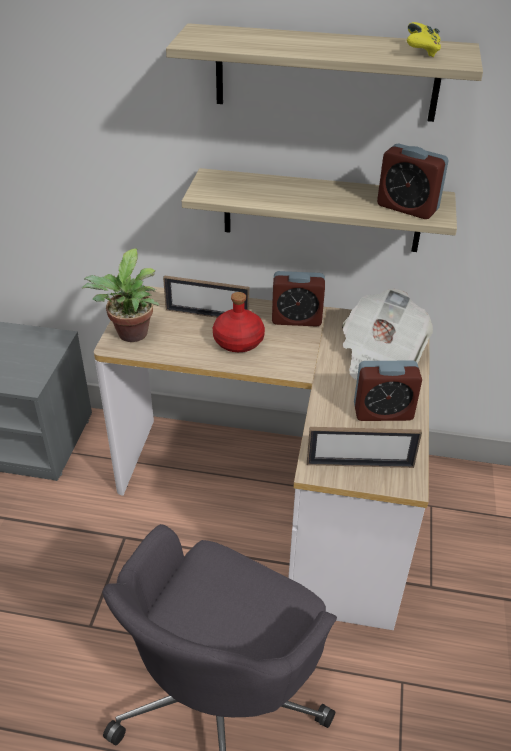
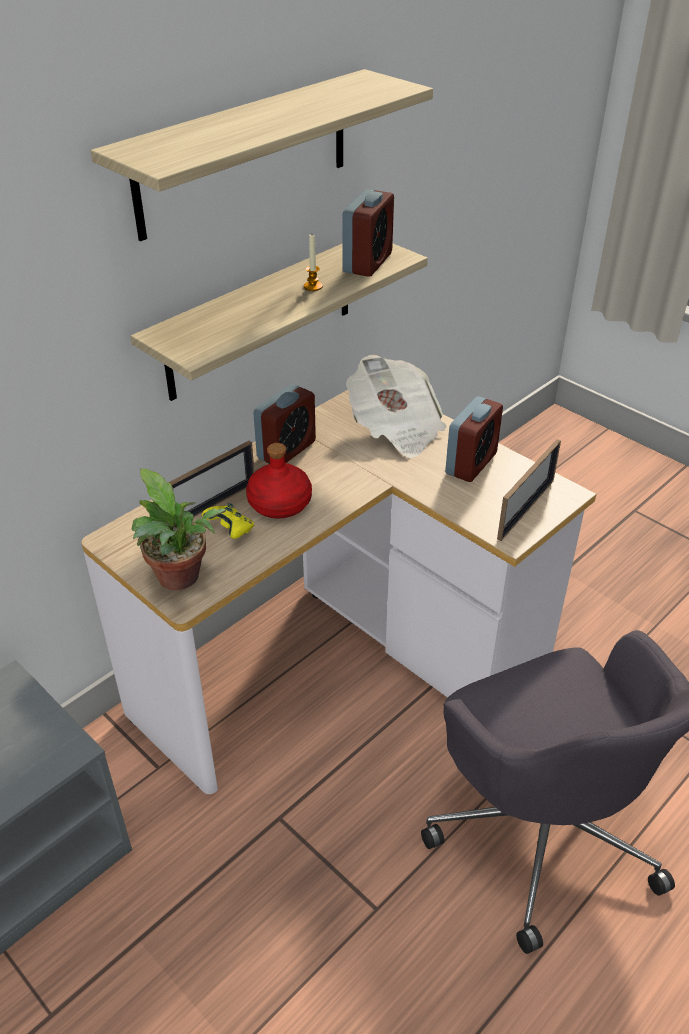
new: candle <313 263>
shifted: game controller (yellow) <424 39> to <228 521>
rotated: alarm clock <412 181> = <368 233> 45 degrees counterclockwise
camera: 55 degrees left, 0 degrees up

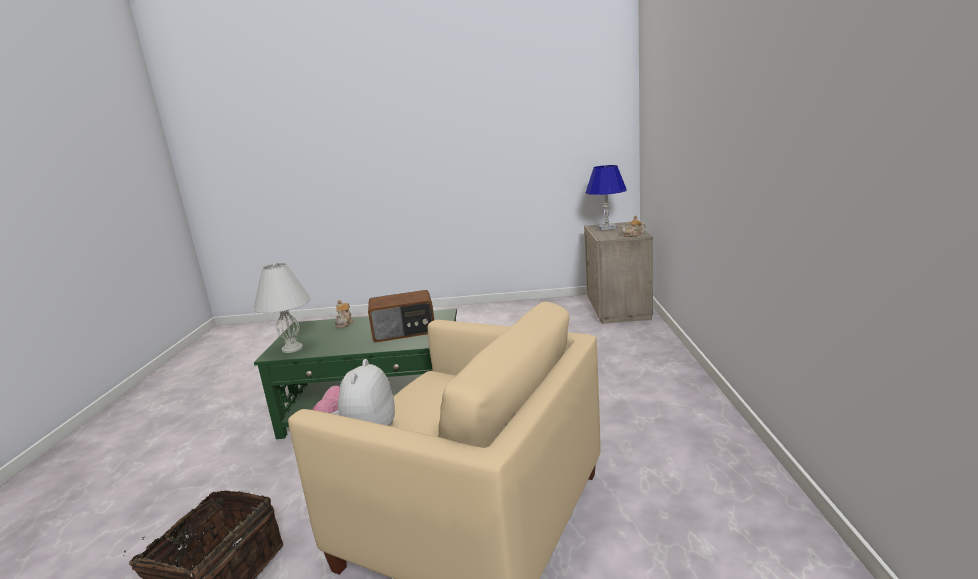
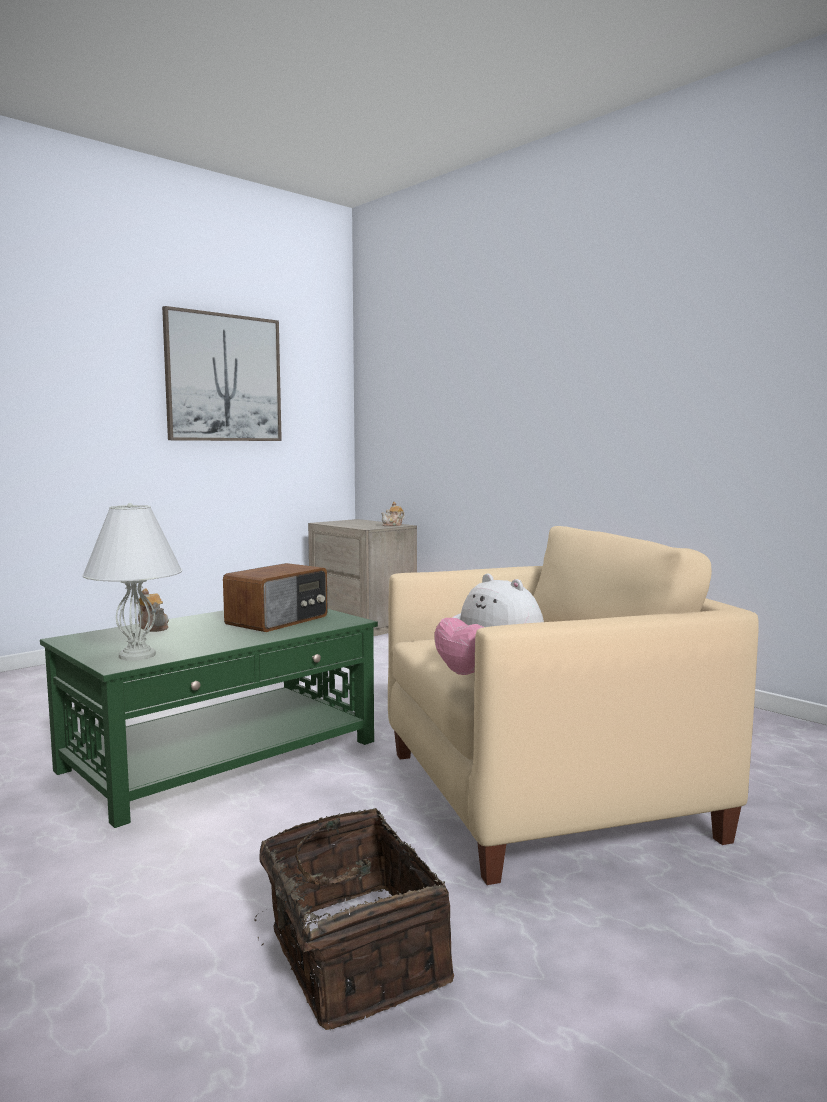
gone: table lamp (blue) <606 197>
new: picture <222 373>
camera: 45 degrees left, 10 degrees down

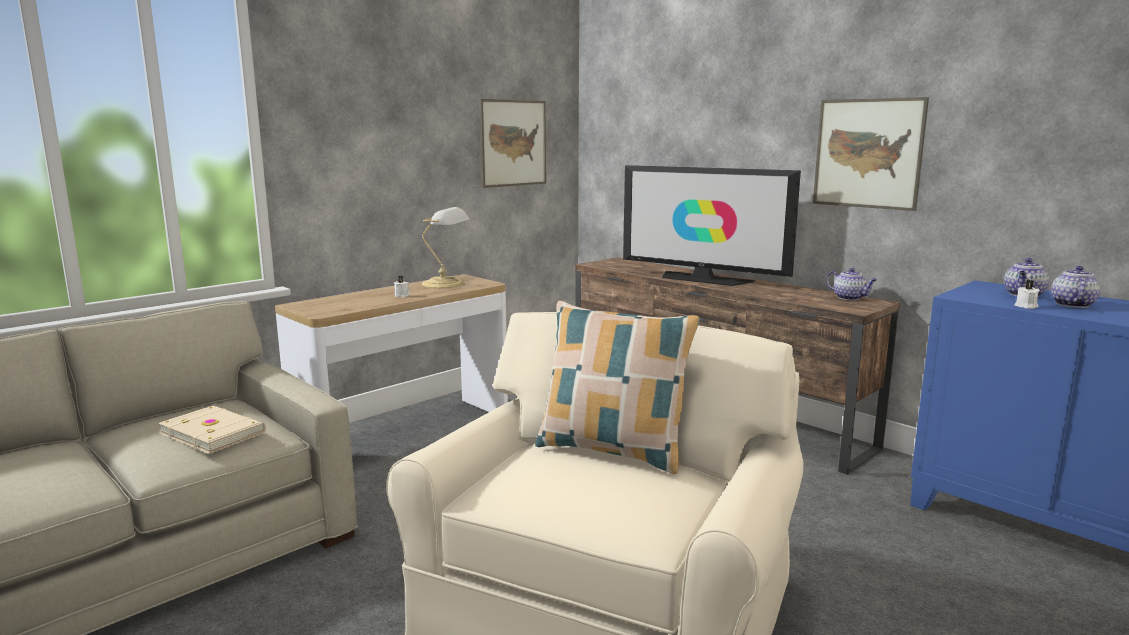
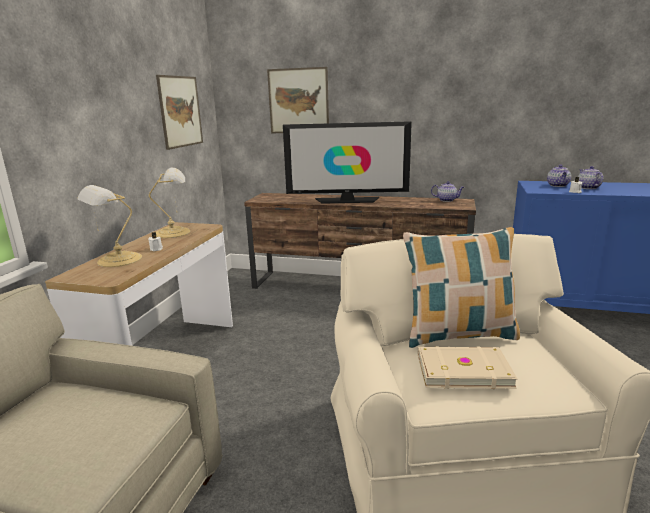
new: table lamp <109 226>
shifted: book (beige) <212 430> to <467 367>; picture <871 154> to <298 100>
camera: 30 degrees left, 5 degrees up

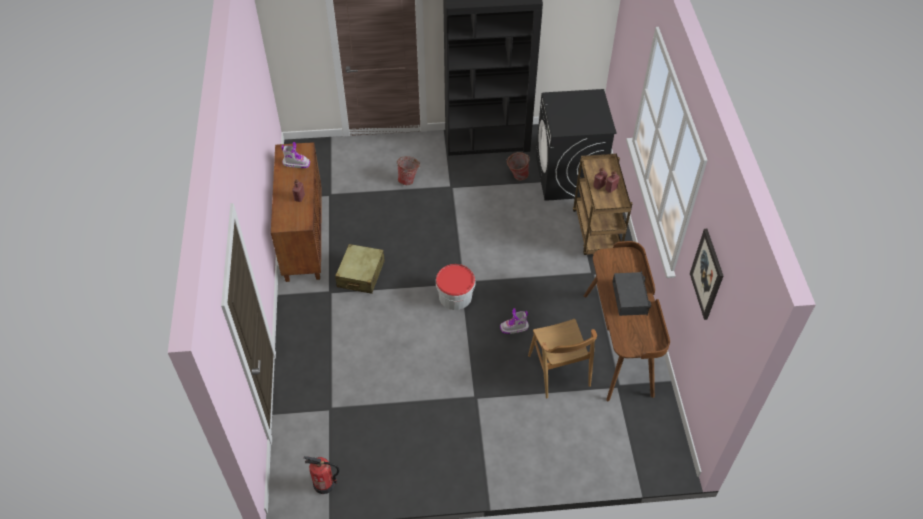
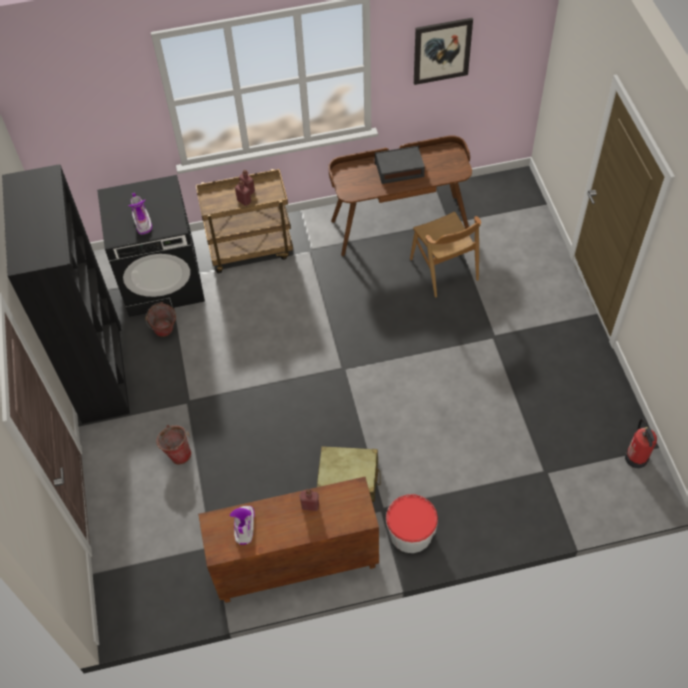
shifted: bucket <455 287> to <412 523>; boot <514 321> to <140 214>
rotated: chair (brown) <562 358> = <445 255> 90 degrees clockwise
camera: 95 degrees left, 5 degrees up

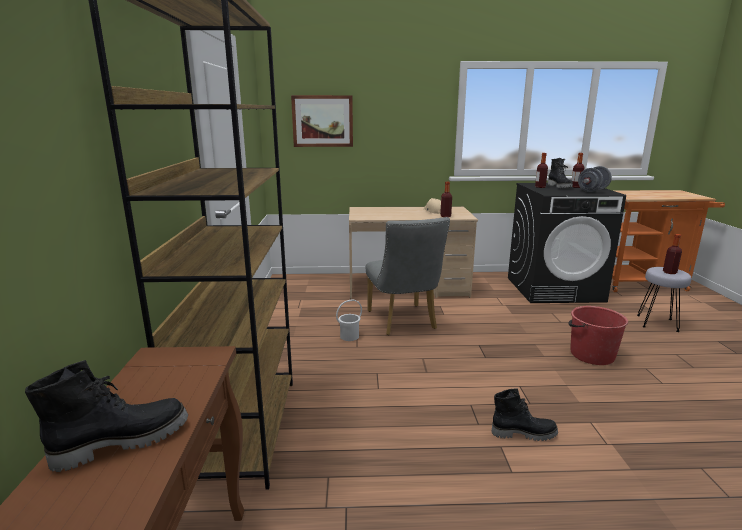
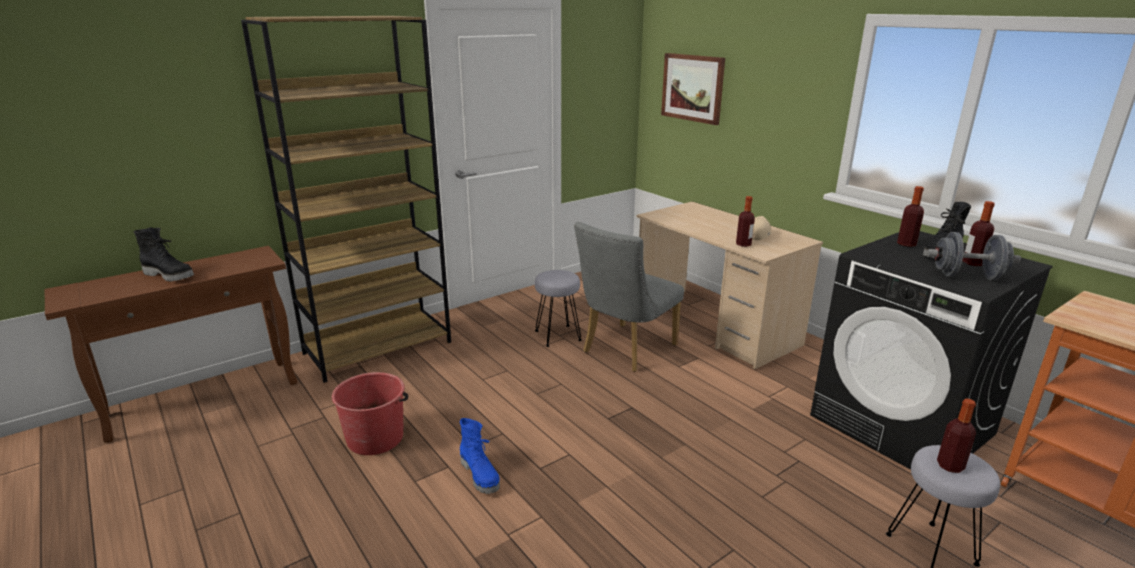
shifted: bucket (red) <598 335> to <370 413>
swapped: bucket (white) <349 320> to stool (grey) <558 308>
repainted: boot (black) <525 415> to boot (blue) <480 456>
camera: 55 degrees right, 5 degrees up

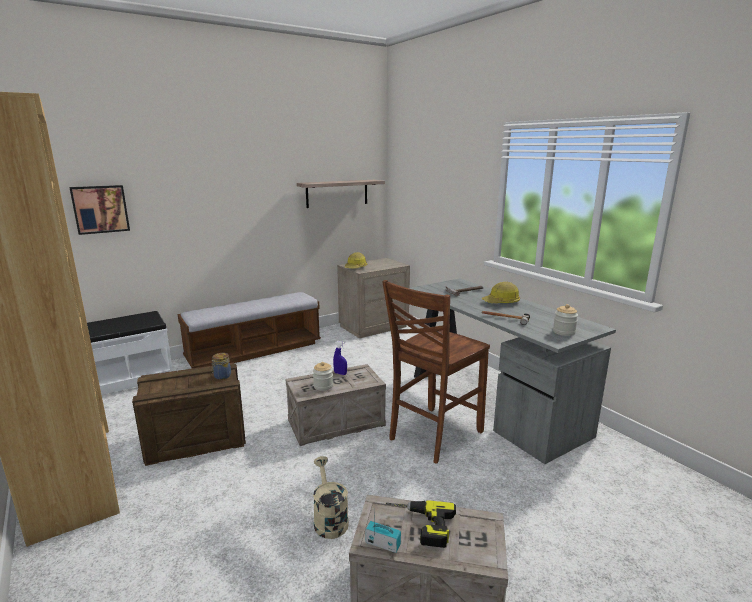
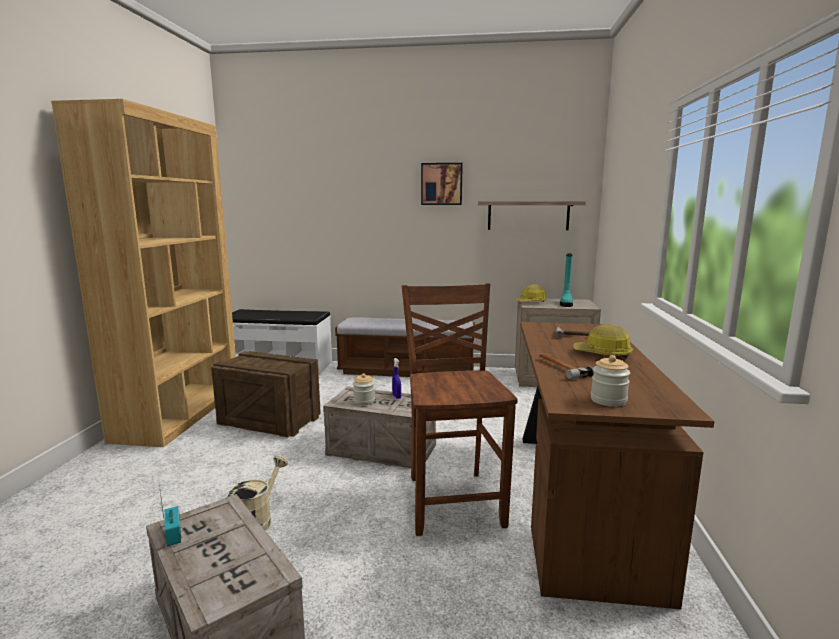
gone: jar <221 366>; power drill <421 524>
new: boot (turquoise) <566 280>
shifted: picture <99 210> to <442 184>
repainted: desk (grey) <512 371> to desk (brown) <617 465>
rotated: chair (brown) <436 372> = <460 409> 90 degrees clockwise
camera: 40 degrees right, 5 degrees down

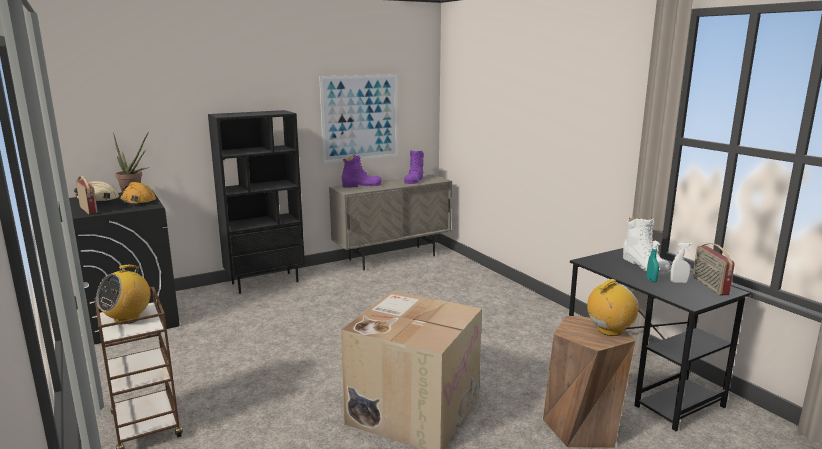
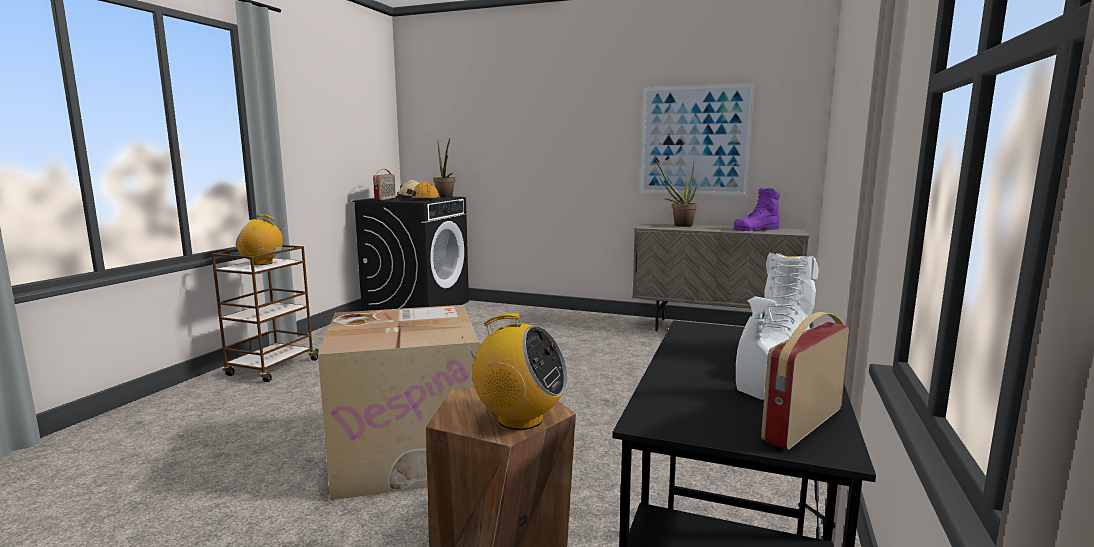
gone: bookcase (black) <256 202>; spray bottle (turquoise) <653 261>
swapped: boot (purple) <362 171> to potted plant <676 193>
camera: 50 degrees right, 5 degrees down

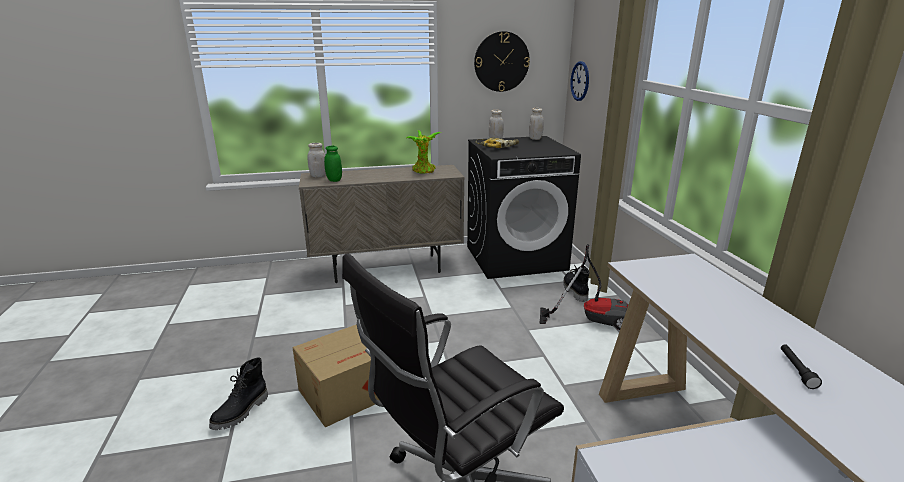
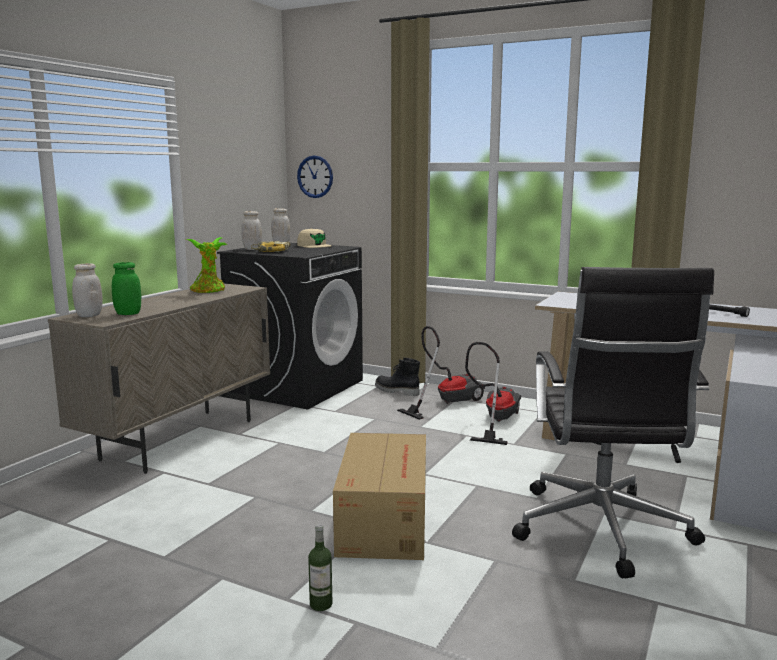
gone: wall clock <502 61>
new: cap (beige) <314 238>; vacuum cleaner <493 393>
swapped: boot (black) <238 393> to bottle <320 567>
camera: 50 degrees left, 10 degrees down

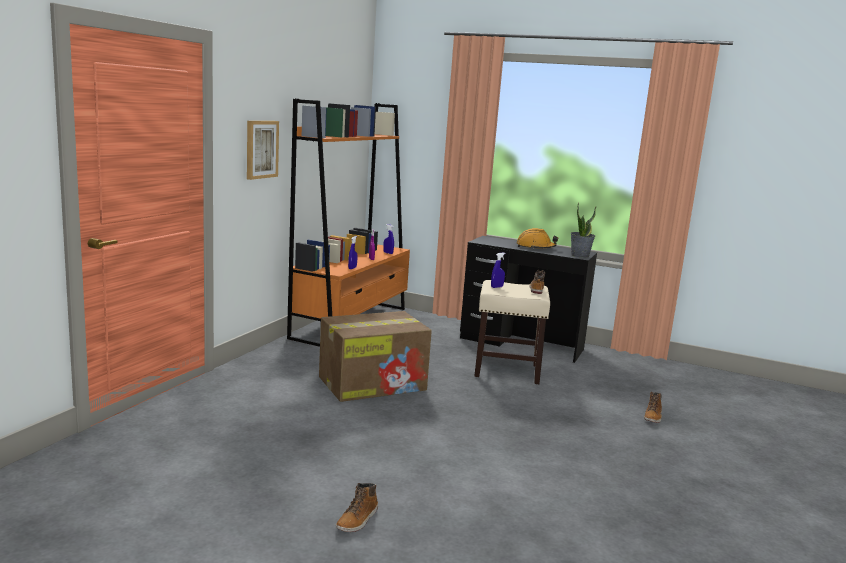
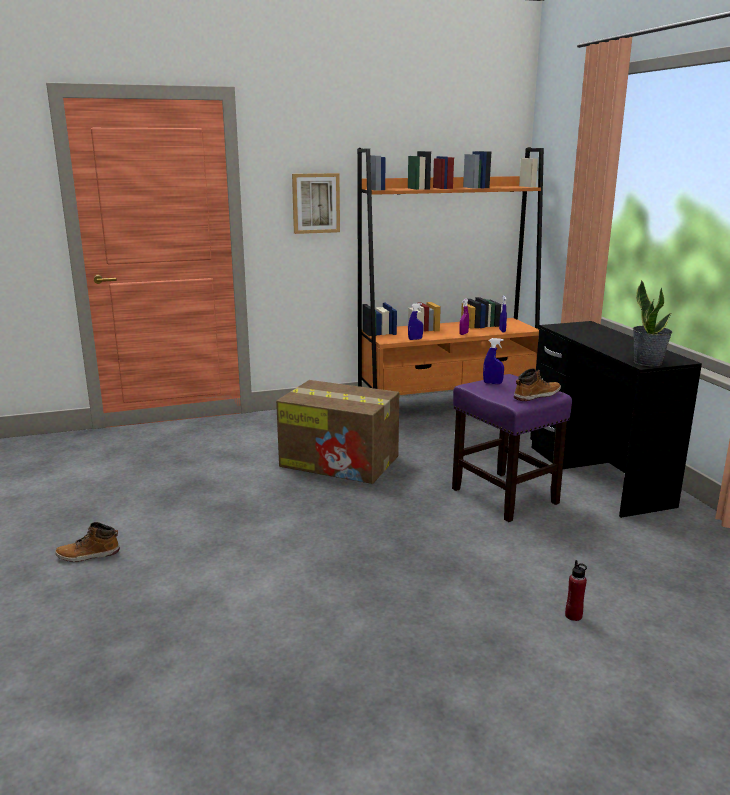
gone: hard hat (orange) <537 238>
swapped: boot <653 407> to bottle (red) <576 590>
repainted: stool (beige) <512 332> to stool (purple) <512 448>
camera: 50 degrees right, 5 degrees up

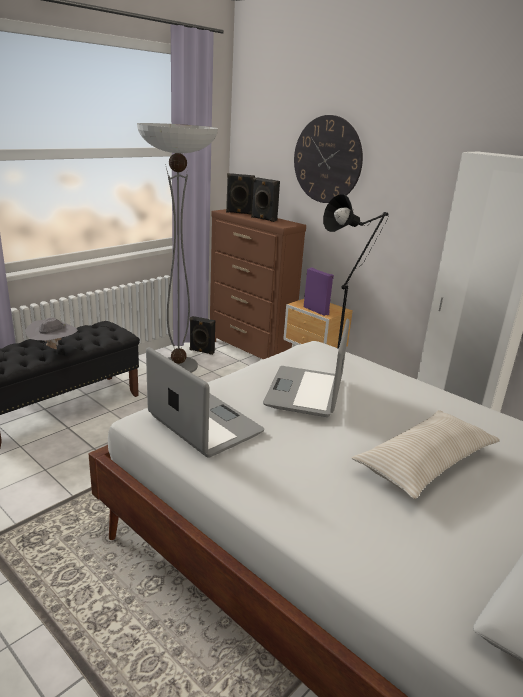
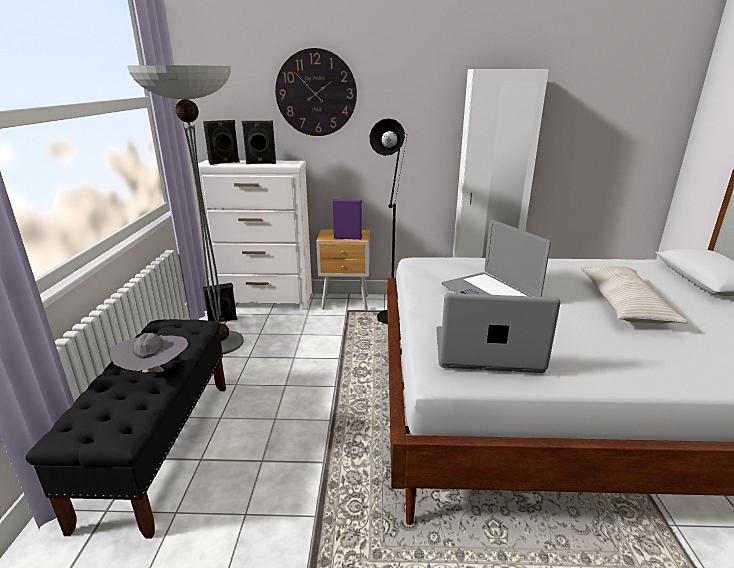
repainted: dresser (brown) <258 284> to dresser (white) <252 235>
camera: 40 degrees left, 0 degrees up

